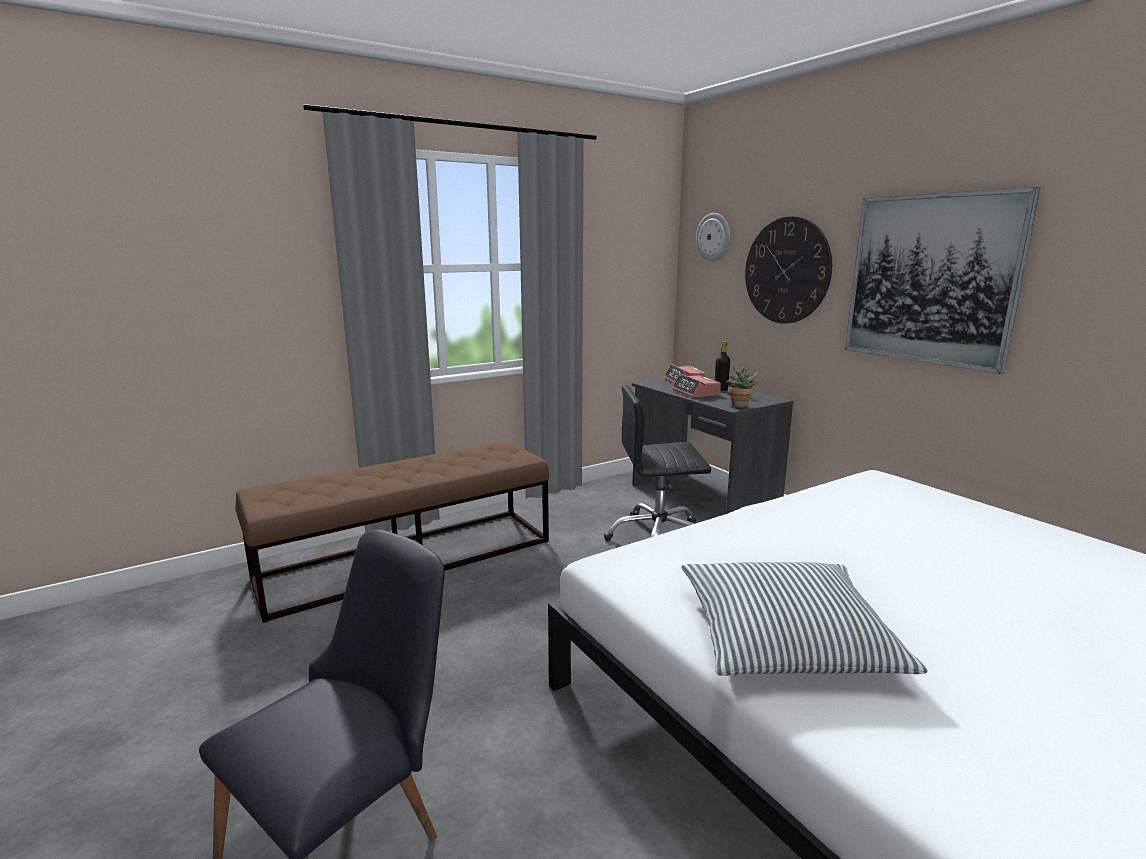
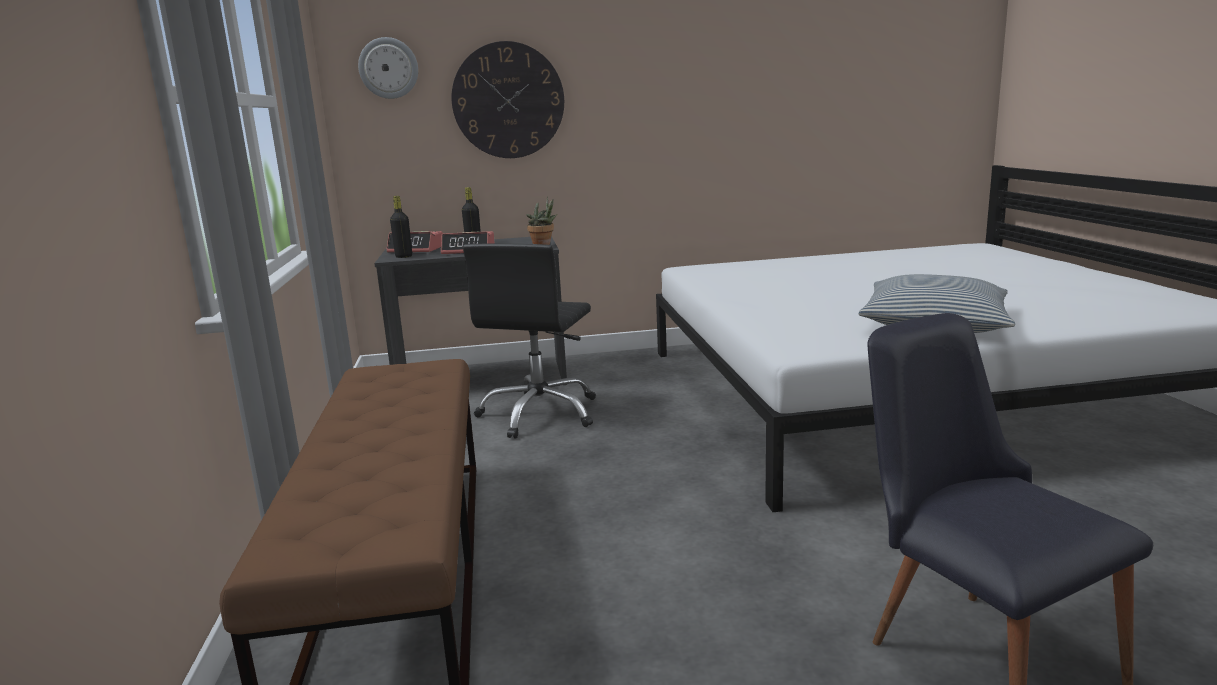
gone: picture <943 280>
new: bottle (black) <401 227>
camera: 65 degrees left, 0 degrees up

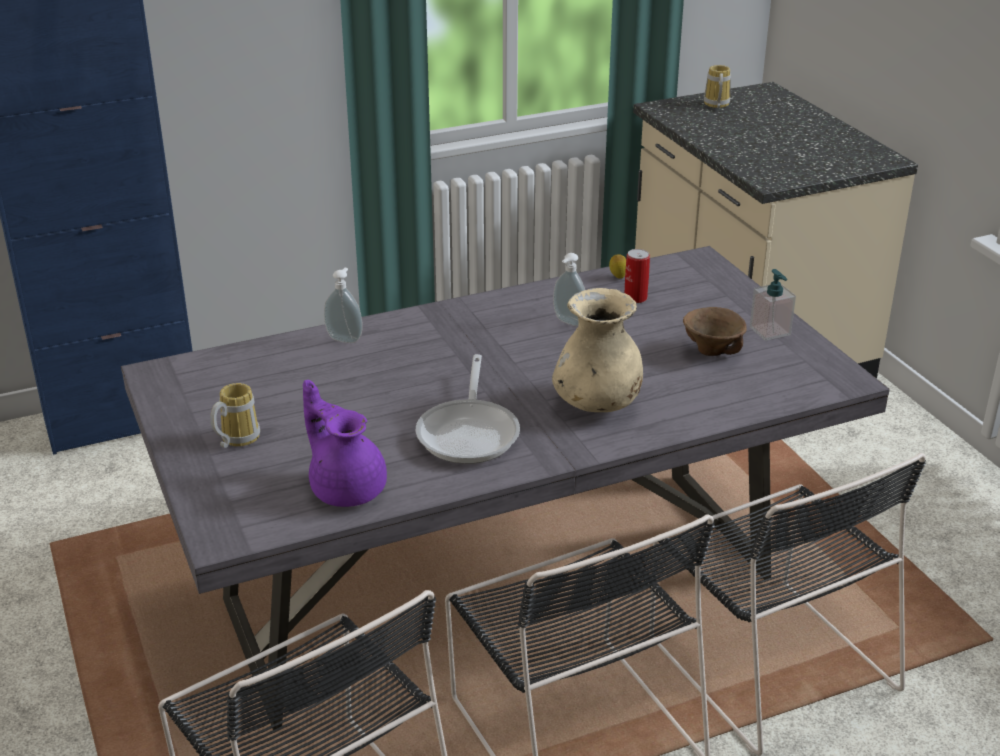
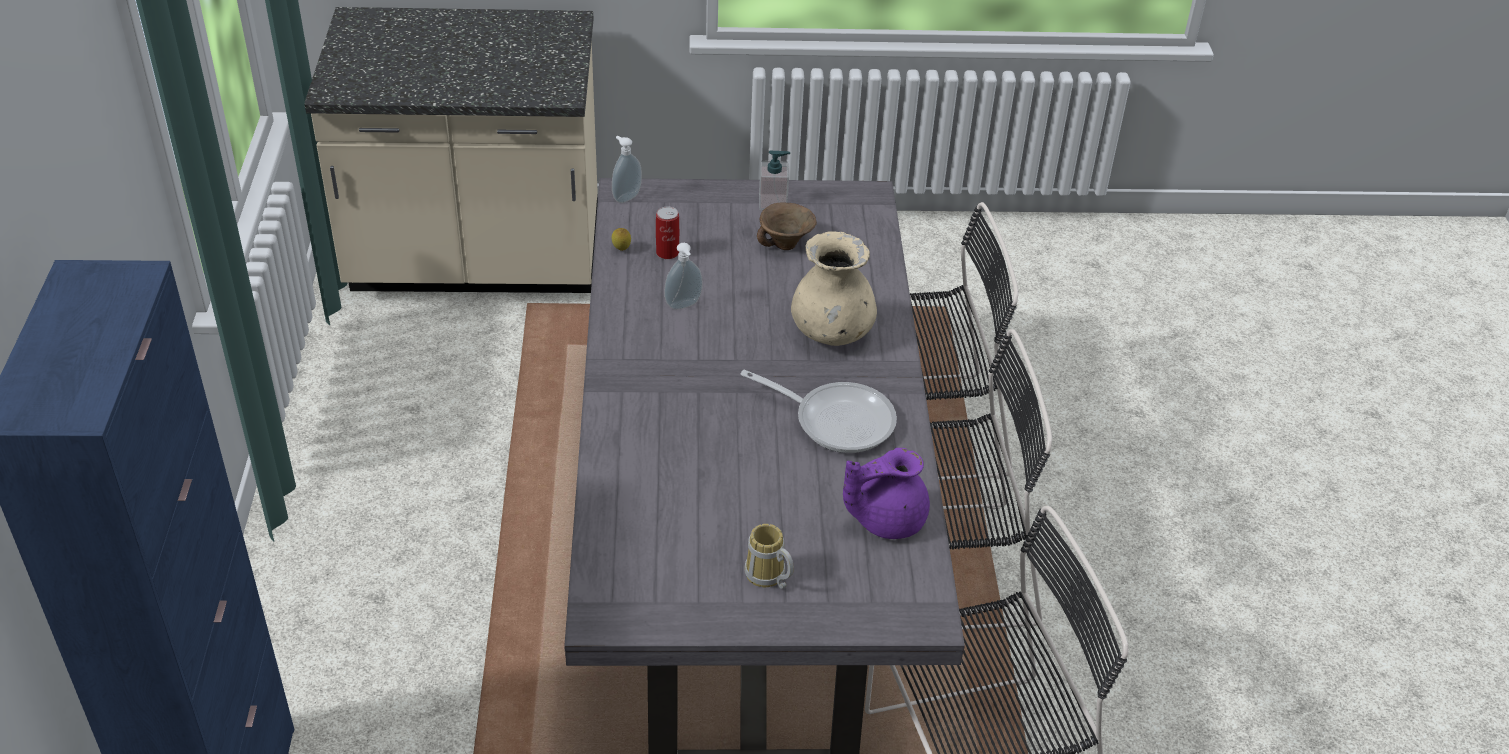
gone: mug <717 86>
shifted: soap dispenser <343 305> to <627 169>
camera: 70 degrees left, 10 degrees up

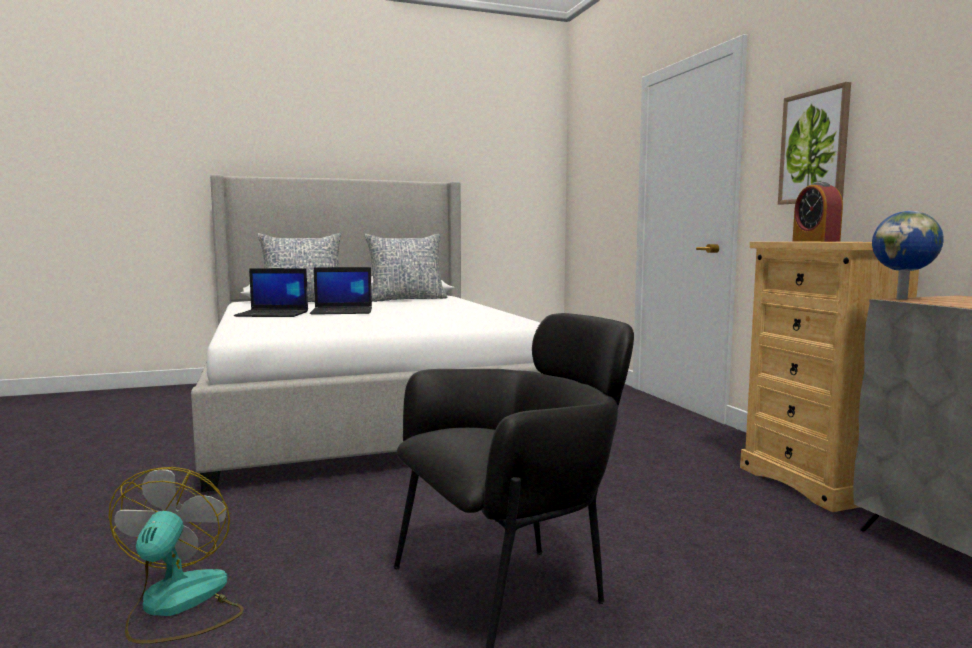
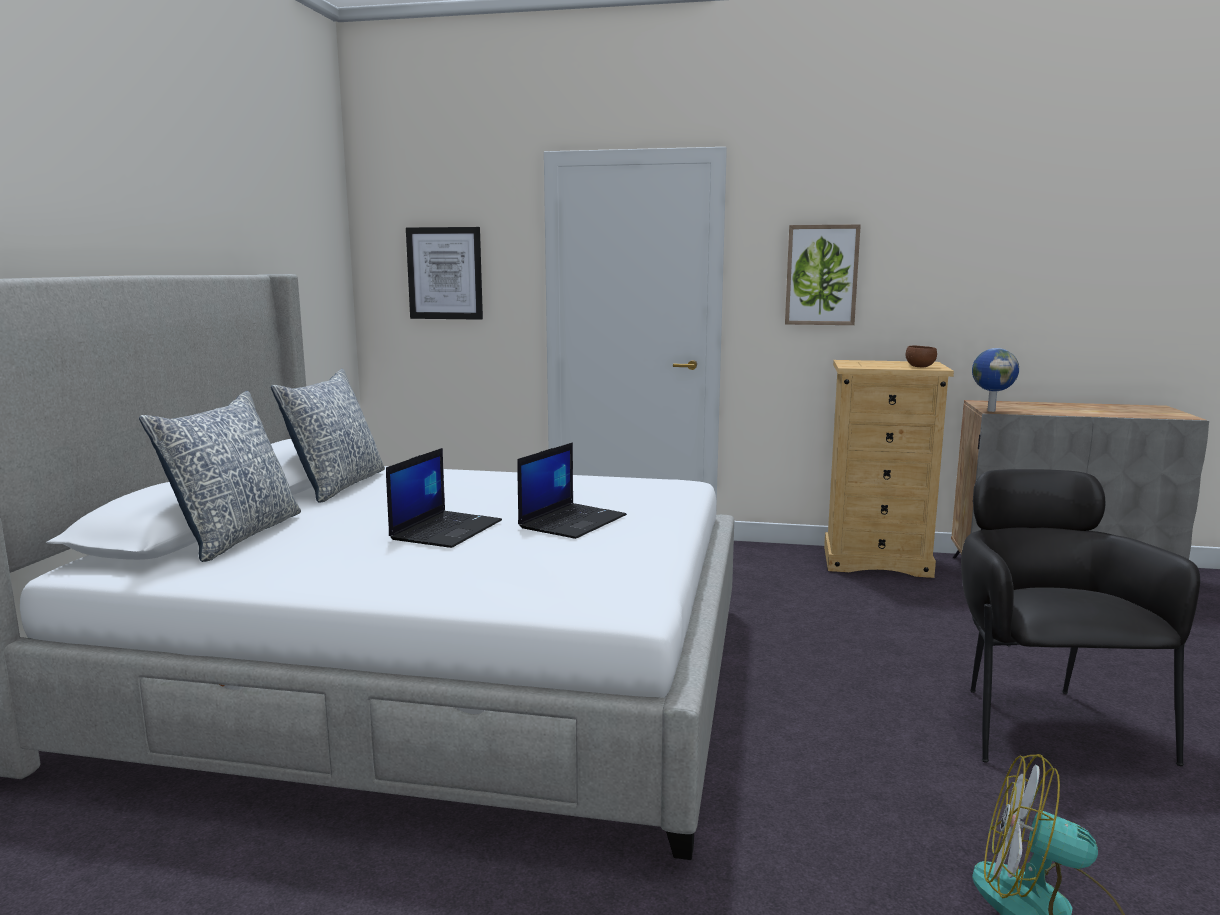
gone: alarm clock <818 212>
new: picture <444 273>; bowl (brown) <921 356>
shifted: laptop <271 292> to <572 490>
camera: 60 degrees left, 5 degrees up

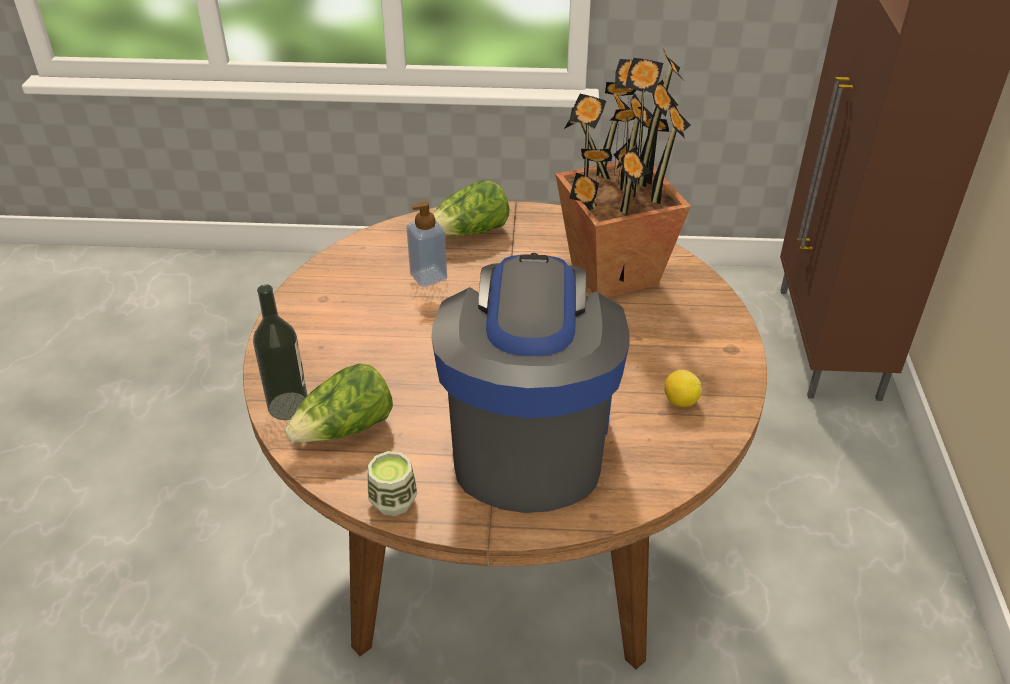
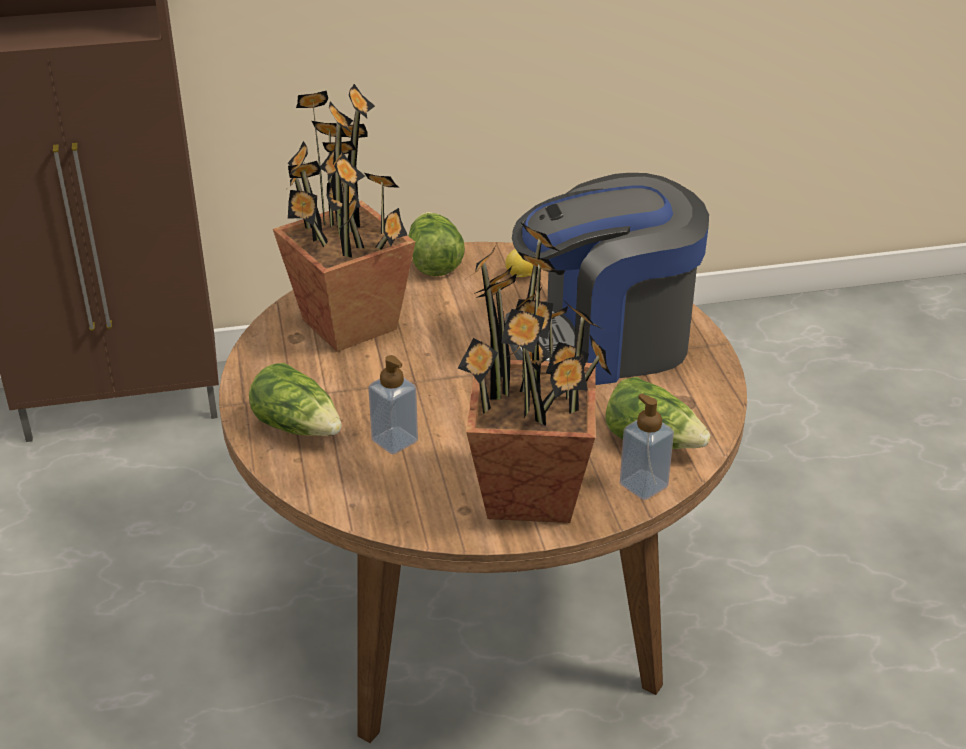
gone: cup <392 483>
new: lettuce <437 244>; potted plant <535 373>
swapped: bottle <280 352> to soap dispenser <647 447>
camera: 105 degrees left, 5 degrees down

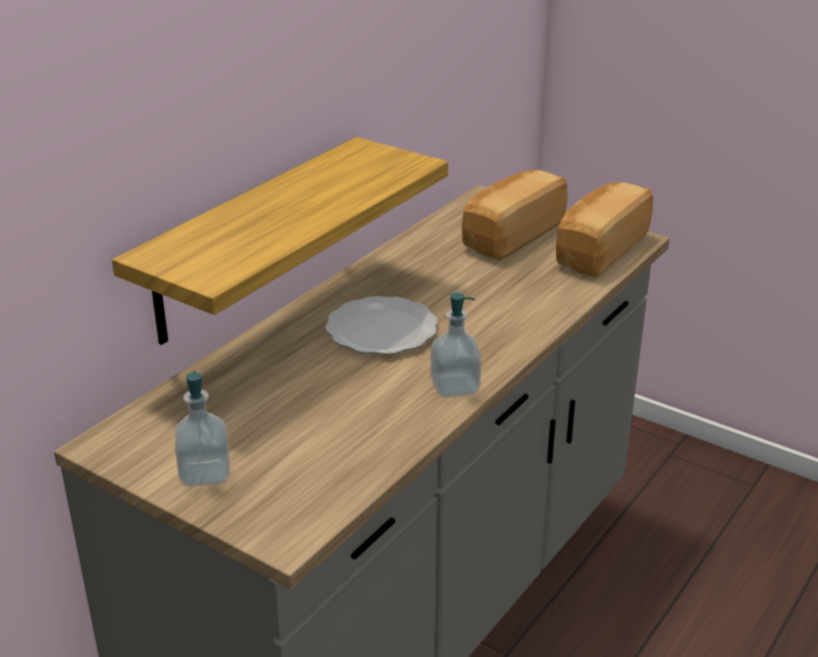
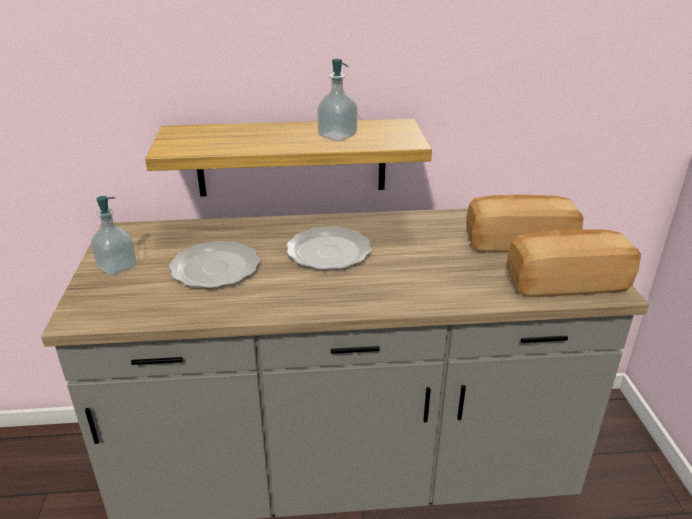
new: plate <214 264>
shifted: soap dispenser <455 345> to <337 100>
camera: 50 degrees right, 0 degrees up

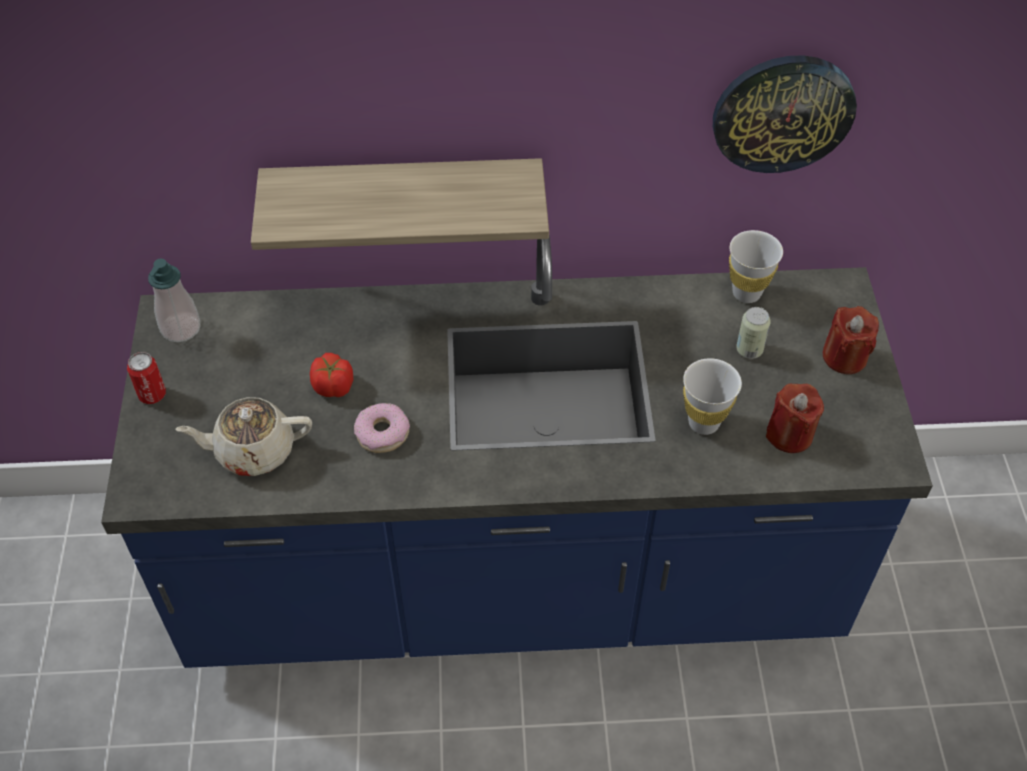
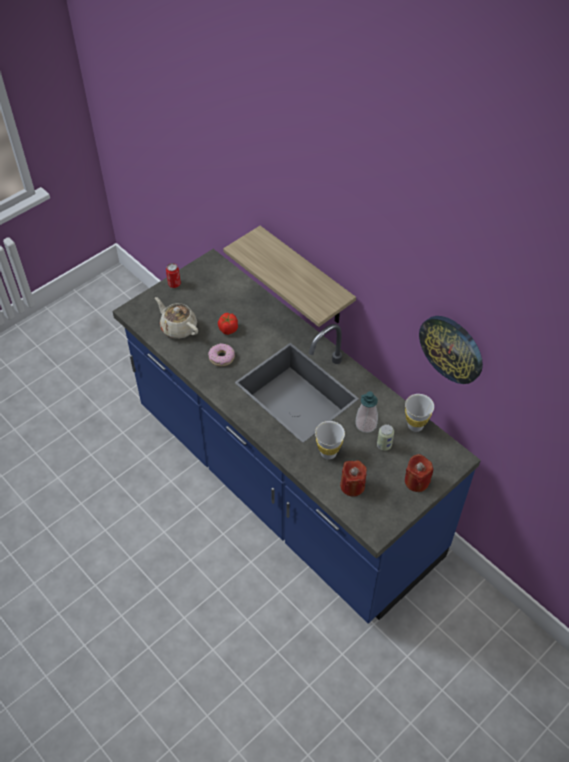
shifted: soap dispenser <174 300> to <366 412>
camera: 50 degrees right, 0 degrees up

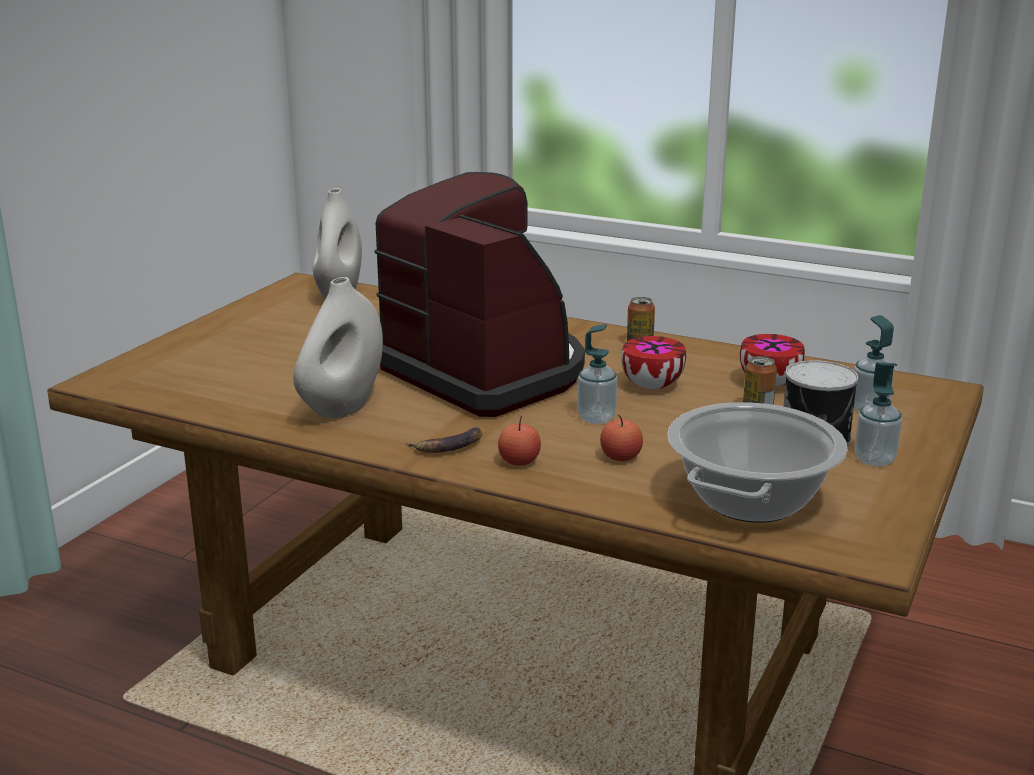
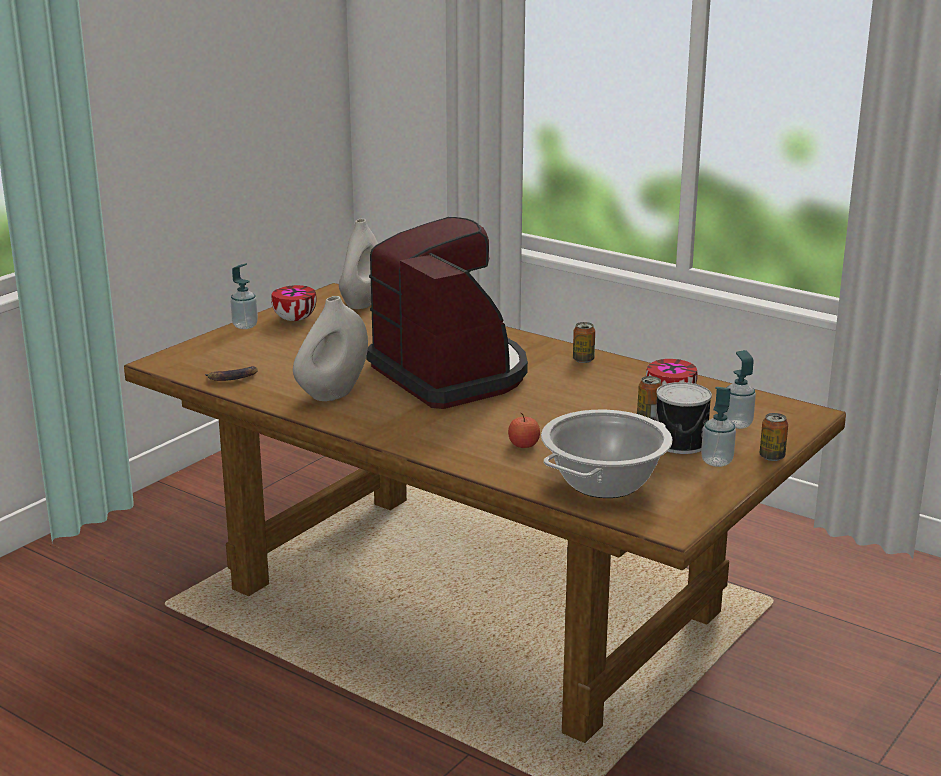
gone: apple <519 441>
new: can <774 437>
shifted: banana <444 440> to <231 373>; soap dispenser <597 374> to <244 296>; bowl <653 362> to <294 303>
camera: 10 degrees right, 0 degrees up

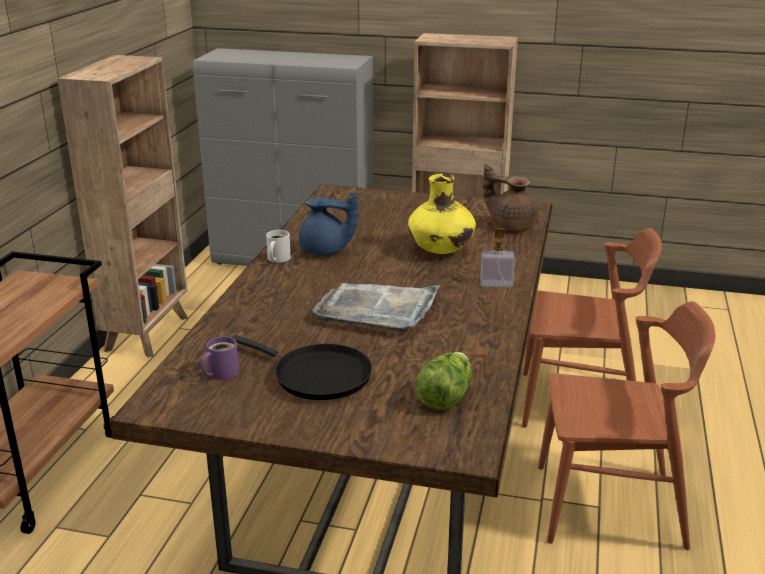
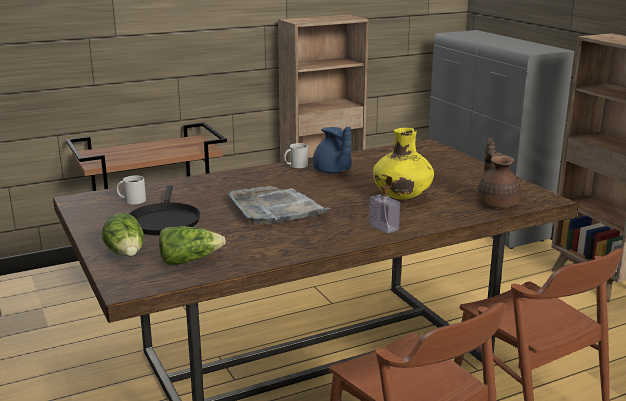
new: lettuce <123 234>
repainted: mug (purple) <220 358> to mug (white) <131 190>
camera: 50 degrees right, 5 degrees down

